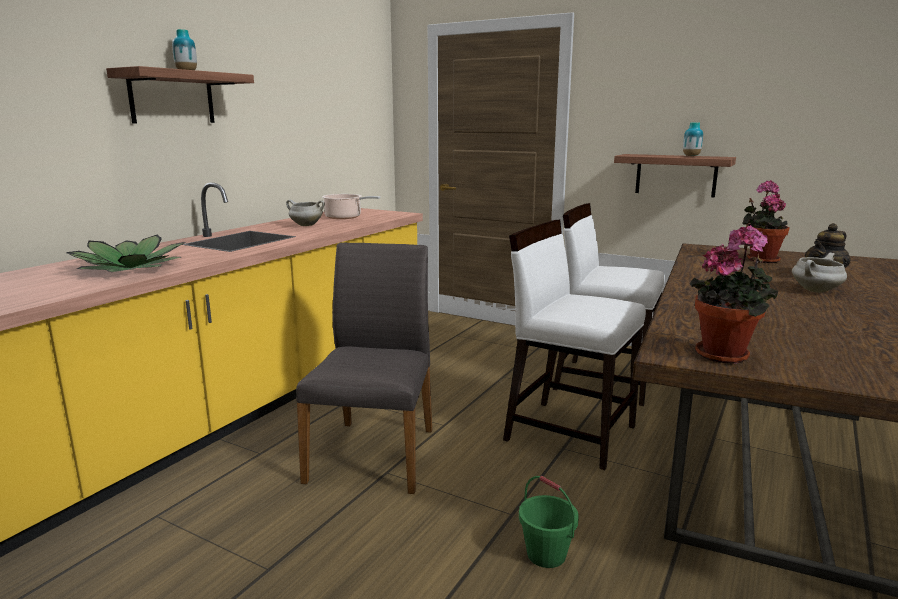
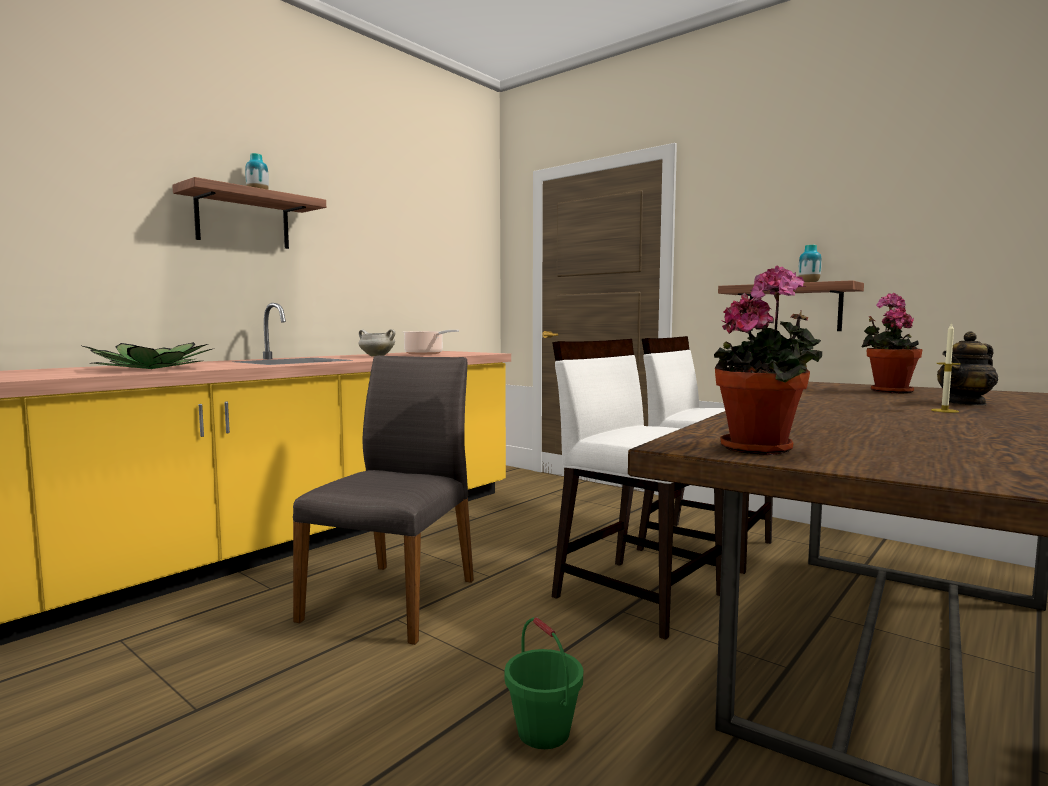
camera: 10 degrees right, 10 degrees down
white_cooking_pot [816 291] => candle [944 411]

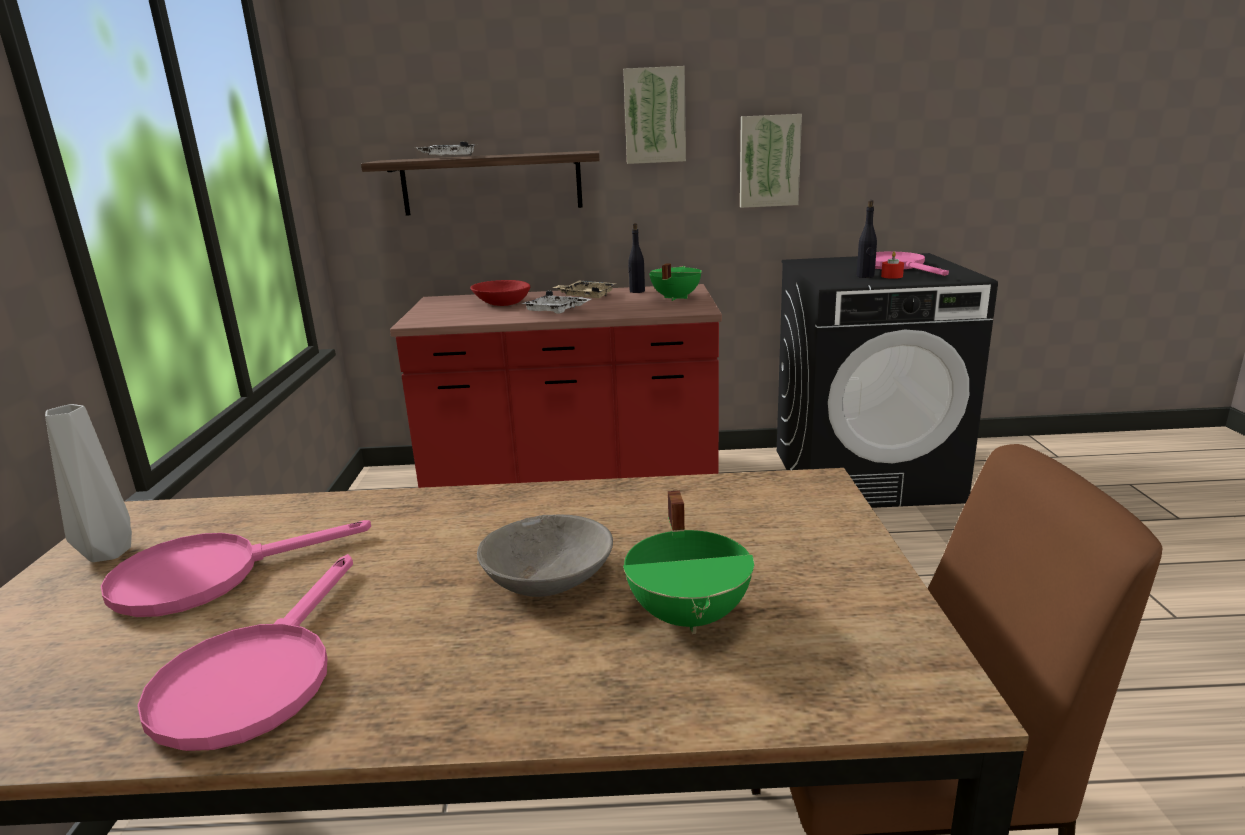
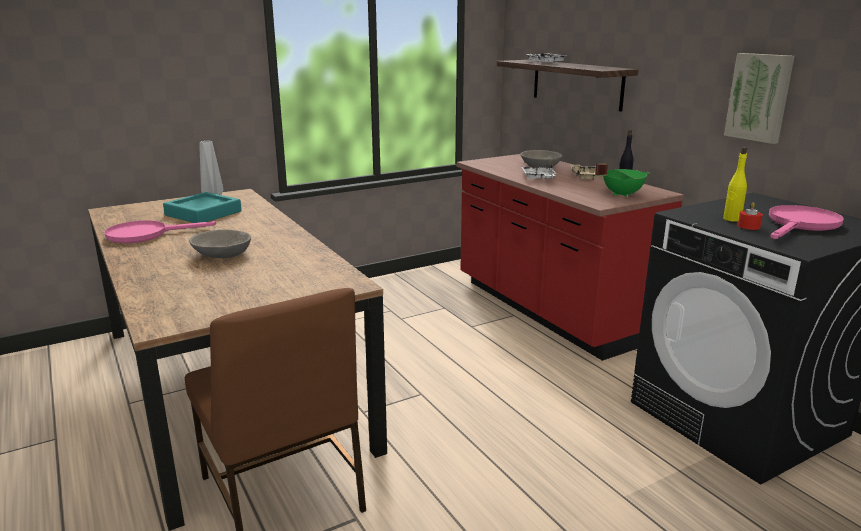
camera: 60 degrees right, 0 degrees up
picture [654 115] => nothing
green_cooking_pot [691 615] => nothing
pink_frying_pan [208 575] => turquoise_tray [203 213]
red_bowl [502 303] => grey_bowl [540 166]
black_bottle [865 276] => yellow_bottle [731 219]

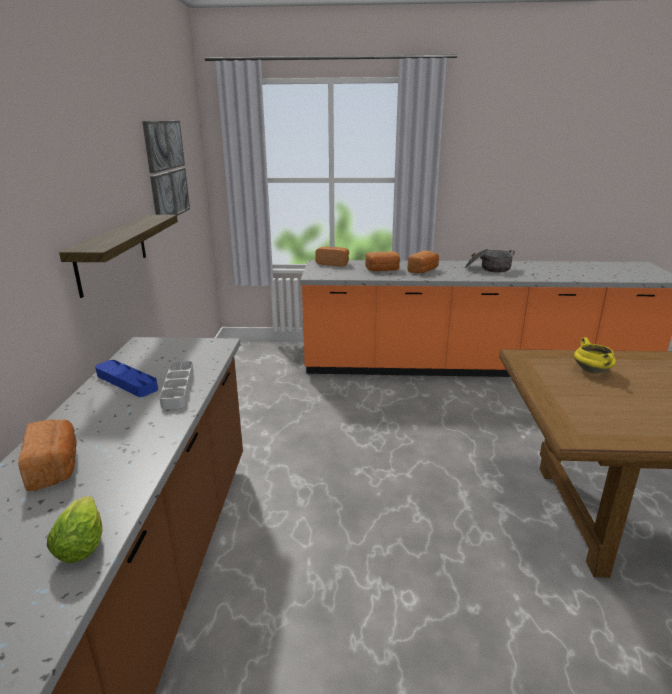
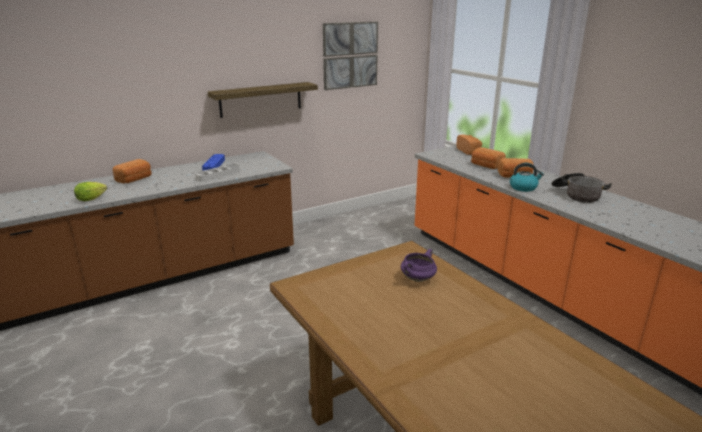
camera: 55 degrees right, 0 degrees up
nothing => kettle [523 187]
yellow_cooking_pot [592 371] => purple_cooking_pot [417 279]

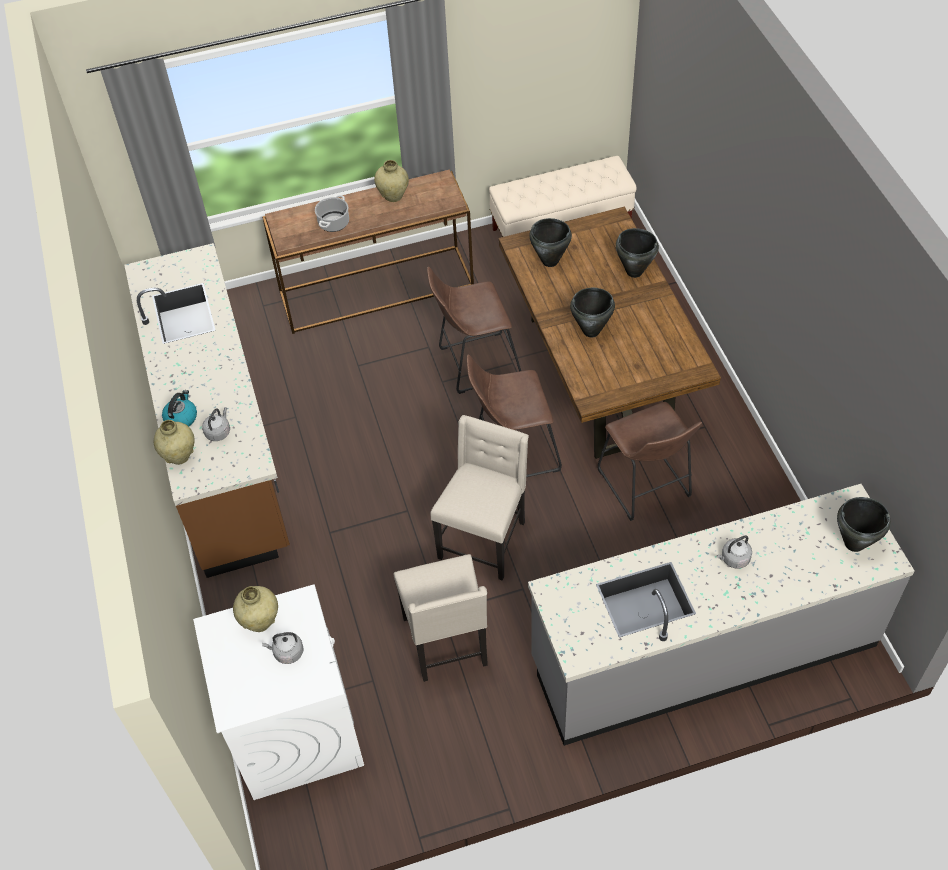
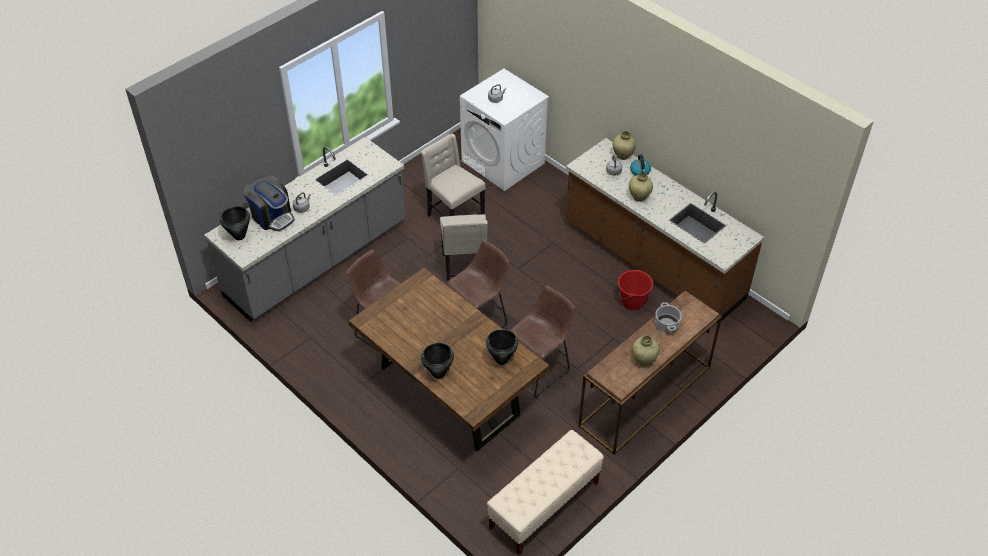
camera: 150 degrees right, 5 degrees down
black_cooking_pot [591 331] => nothing
nothing => coffee_machine [272 216]
nothing => red_bucket [632 302]
beige_vase [260 621] => beige_vase [639 197], move

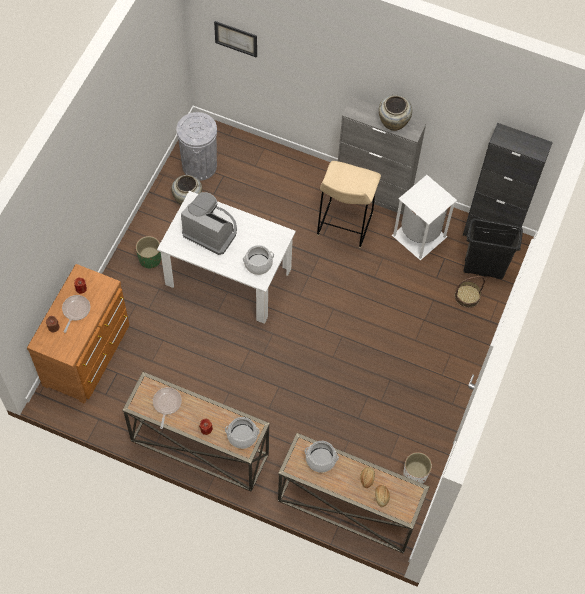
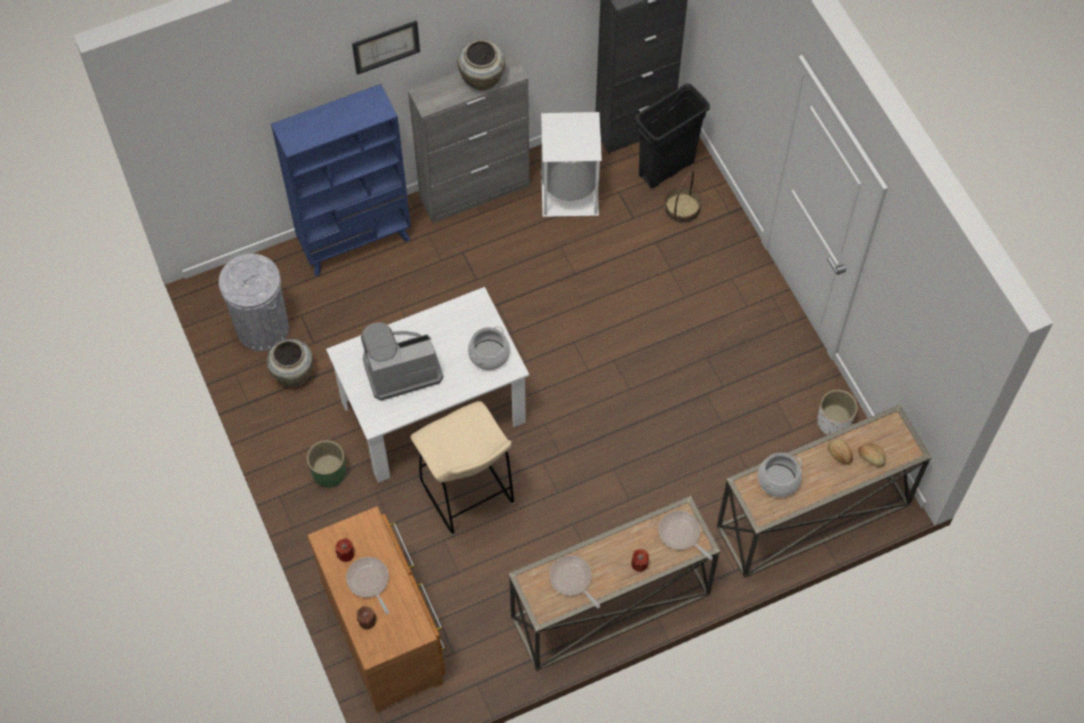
camera: 45 degrees left, 0 degrees up
nothing => blue_bookcase [356 242]
picture [236 38] => picture [386 46], move
beige_stool [344 226] => beige_stool [468 495], move
cooking_pot [242 436] => frying_pan [681 534]

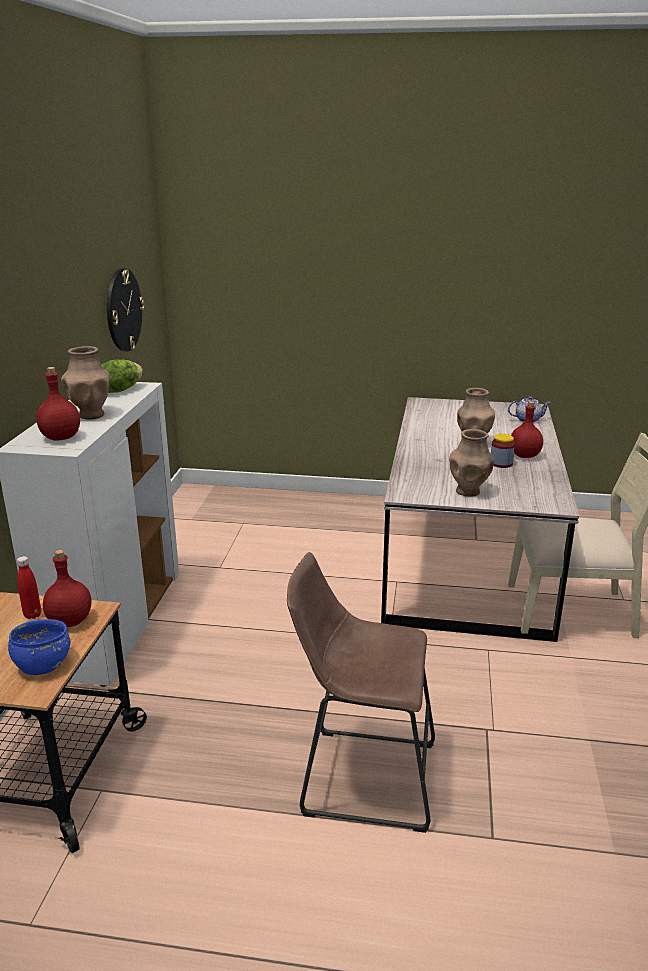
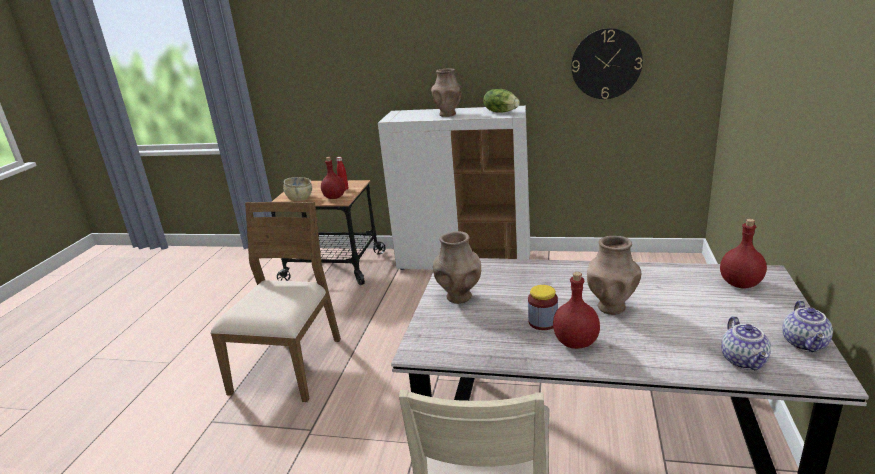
camera: 95 degrees right, 0 degrees up
nothing => teapot [805 344]
red_bottle [62 437] => red_bottle [740 284], move
brown_stool [360 776] => brown_chair [290 365]
blue_bowl [43 664] => beige_bowl [299 198]

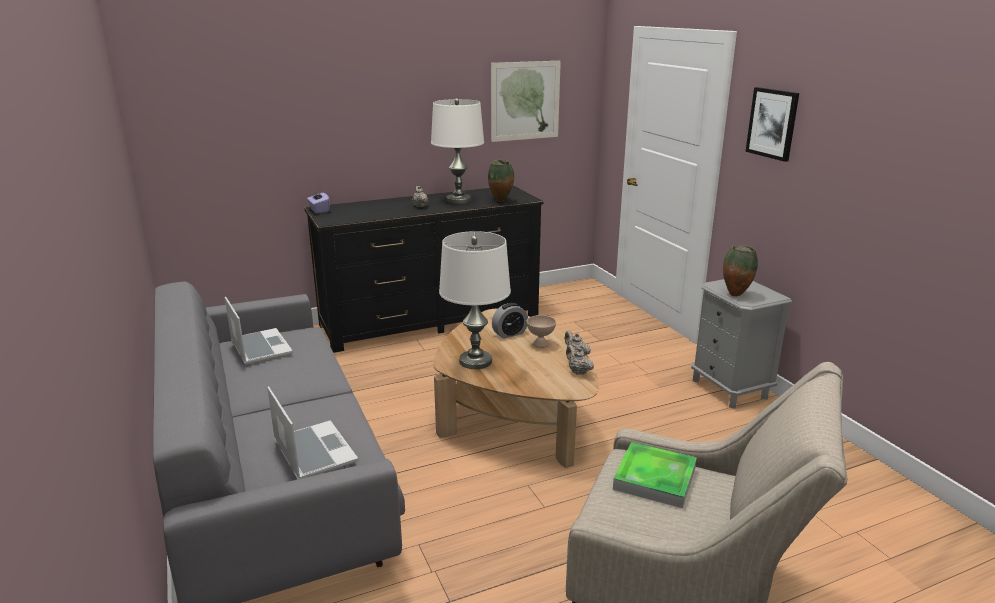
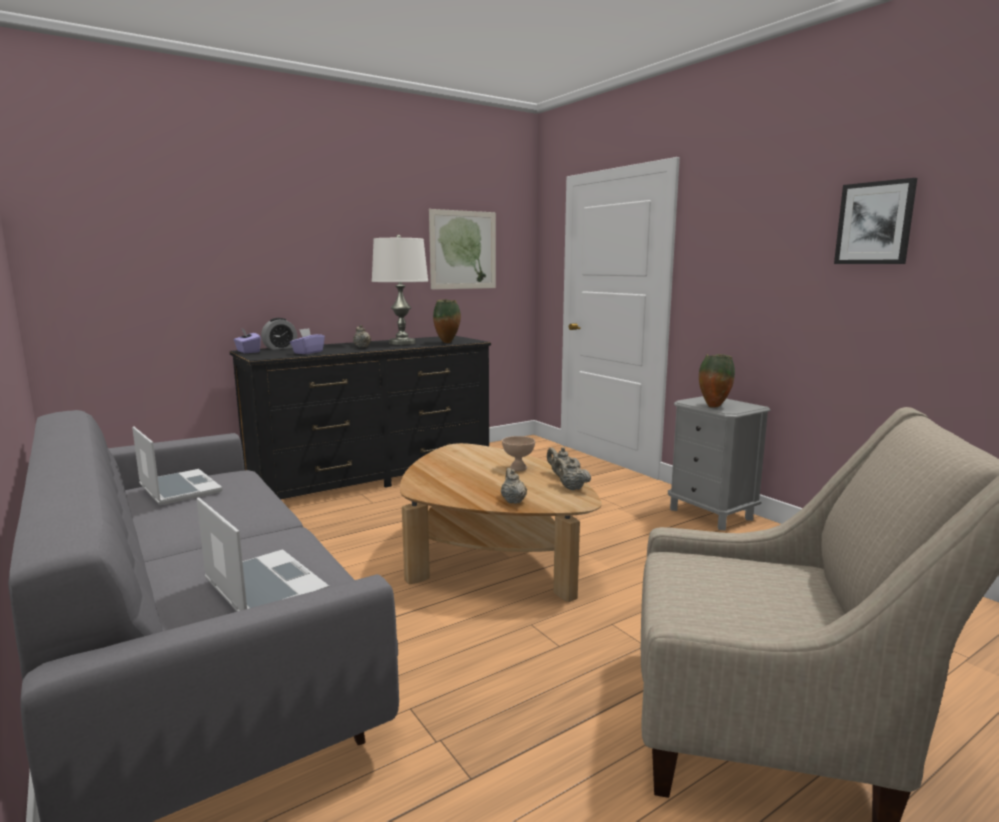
camera: 10 degrees left, 10 degrees down
white_table_lamp [475 361] => nothing
tray [654 478] => nothing
nothing => purple_tissue_box [308 352]
nothing => beige_teapot [513 501]
alarm_clock [509 334] => alarm_clock [280 348], move
picture [772 123] => picture [874 223], move

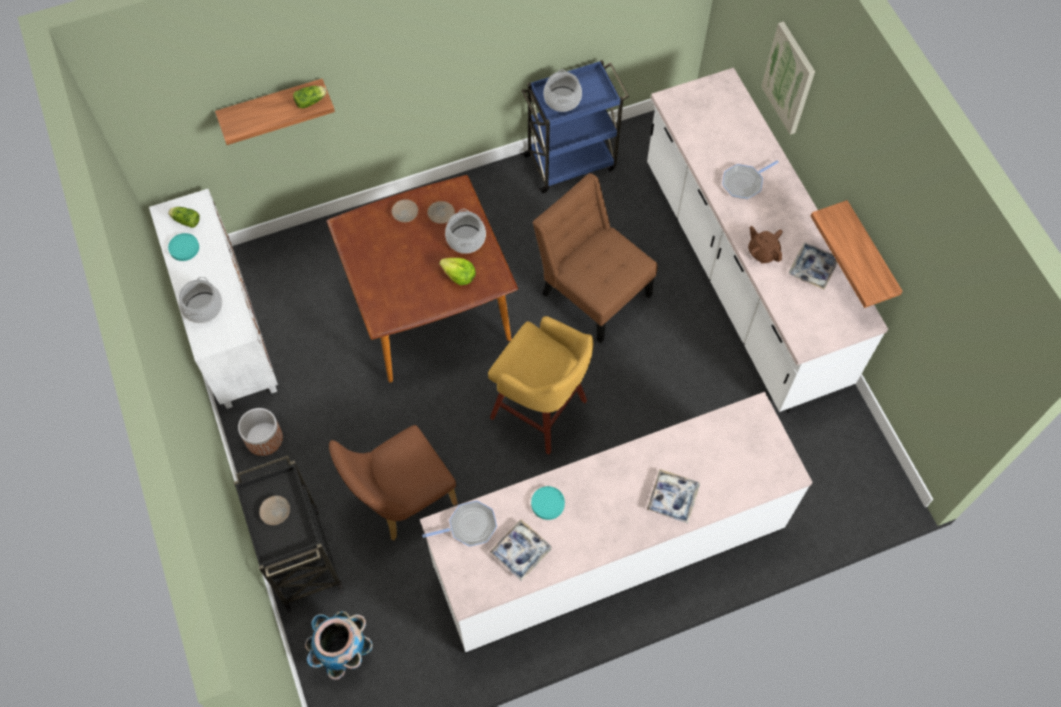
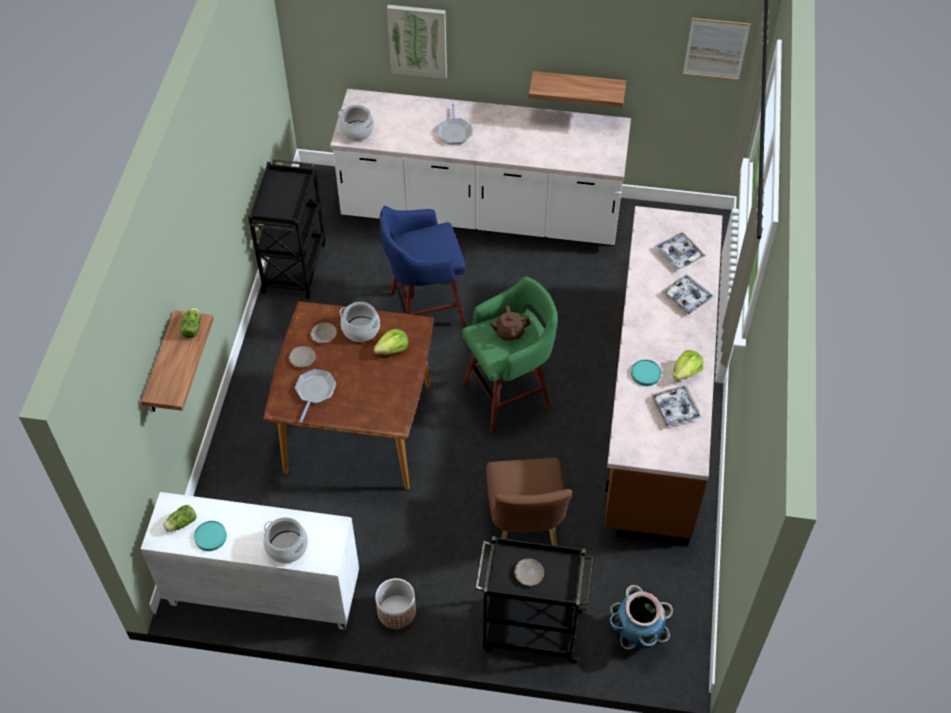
camera: 60 degrees left, 10 degrees down
nothing => lettuce [686 372]
nothing => picture [715 49]
frying_pan [469 526] => frying_pan [315 391], move
cooking_pot [562 99] => cooking_pot [357 131], move
brown_teapot [762 252] => brown_teapot [509 332], move
tray [813 268] => tray [679 254], move
brown_chair [592 290] => blue_stool [424 310]
white_counter [608 548] => brown_counter [654 407]
yellow_stool [541 411] => green_stool [509 395]
blue_cart [571 162] => black_cart [294 266]

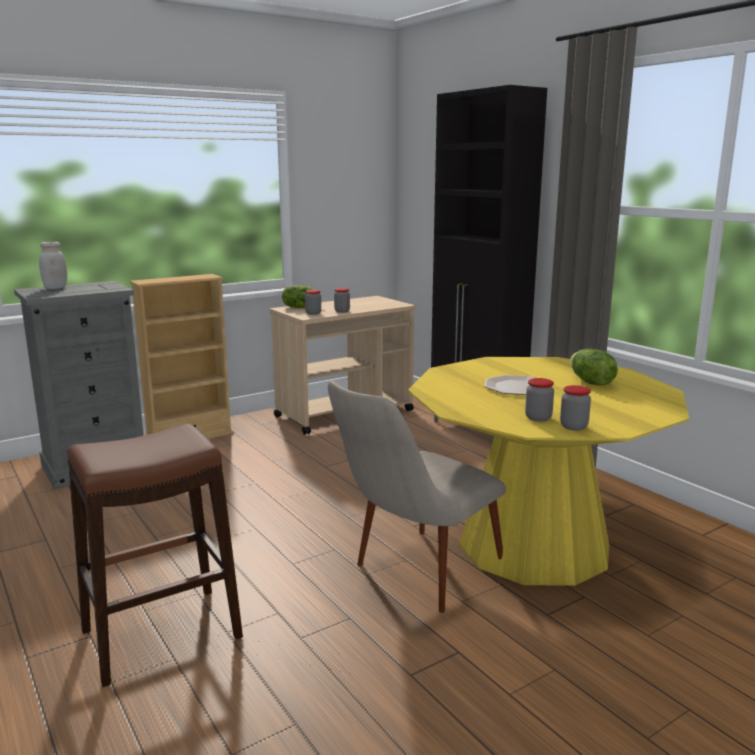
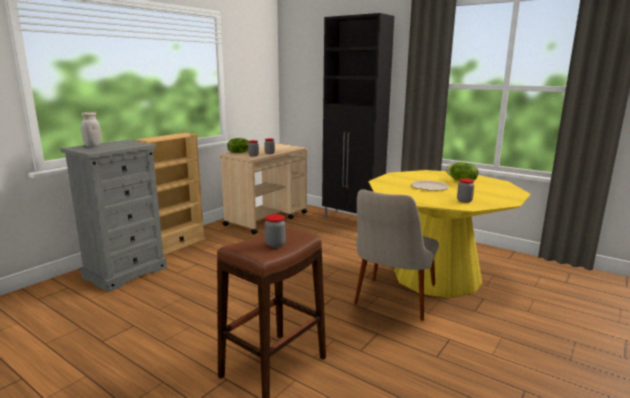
camera: 20 degrees left, 0 degrees up
jar [573 426] => jar [275 244], move

